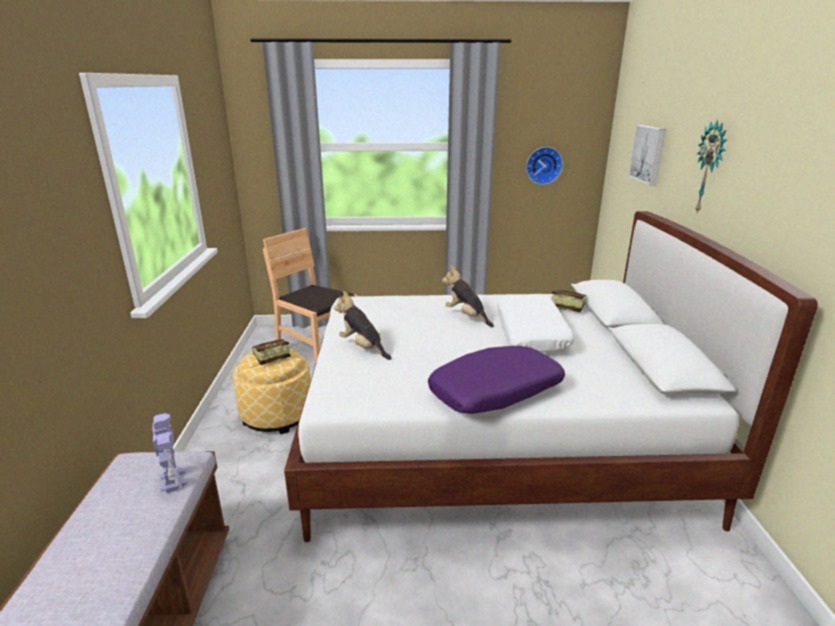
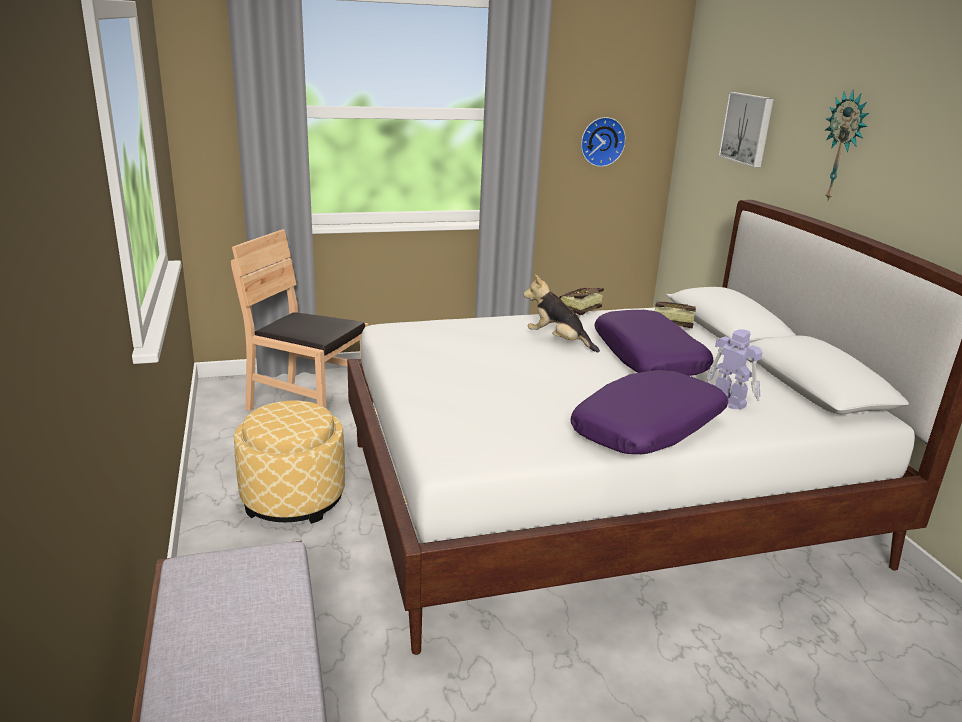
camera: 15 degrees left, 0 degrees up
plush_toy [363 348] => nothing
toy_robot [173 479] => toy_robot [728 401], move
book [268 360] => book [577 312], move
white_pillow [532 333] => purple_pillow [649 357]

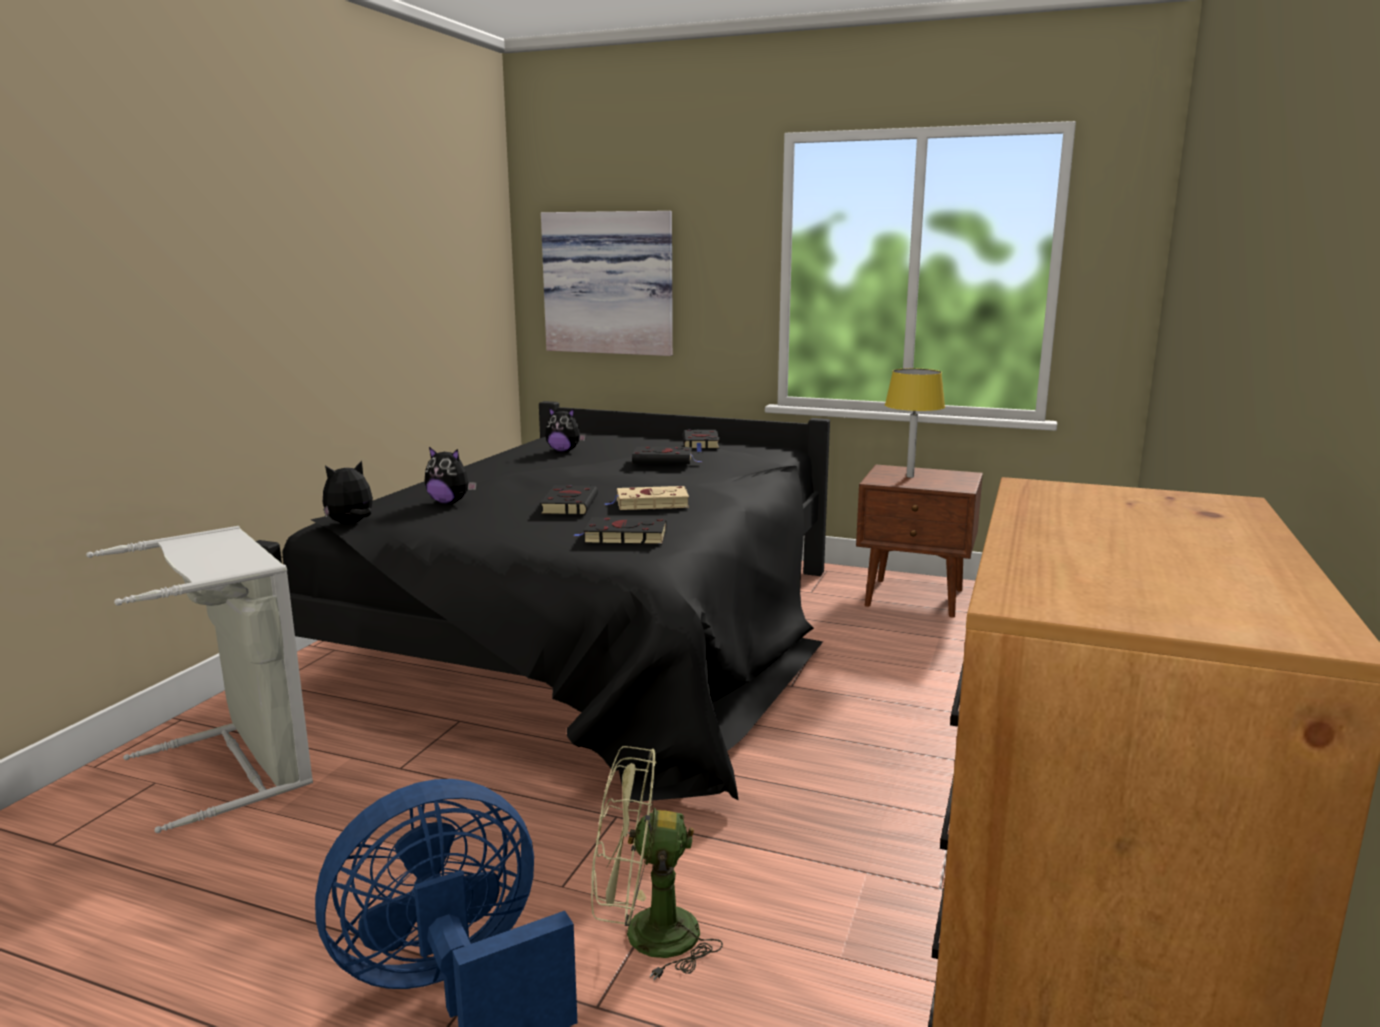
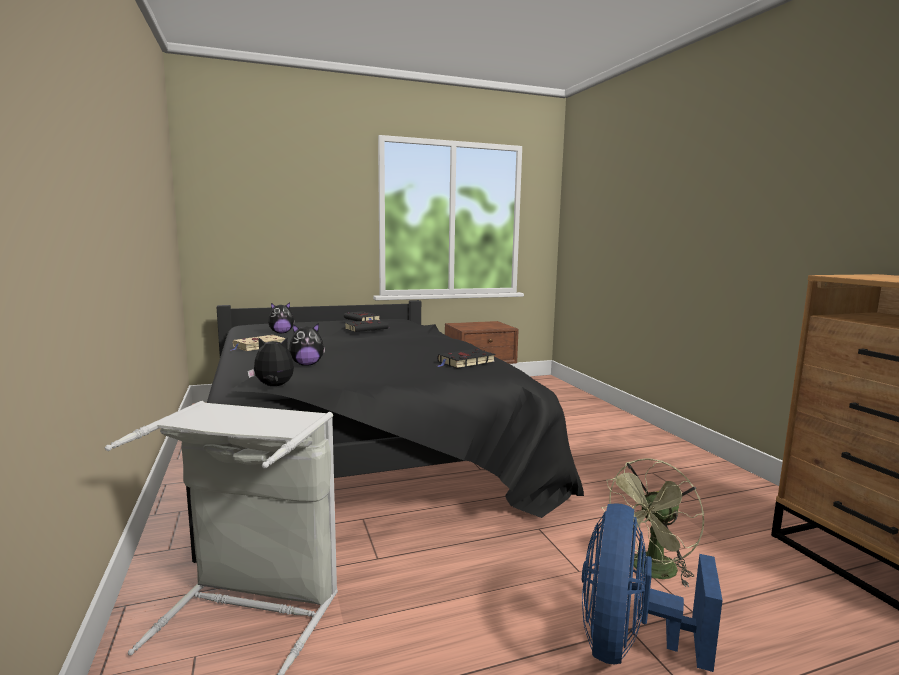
camera: 40 degrees left, 5 degrees down
black_book [569 505] => nothing
picture [610 283] => nothing
yellow_table_lamp [910 476] => nothing
beige_book [650 503] => beige_book [258 346], move
plush_toy [351 523] => plush_toy [274 386], 75 degrees clockwise

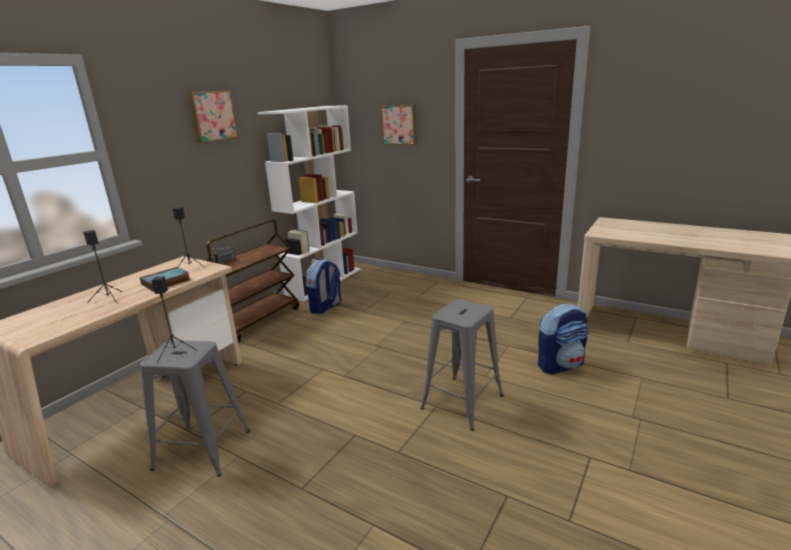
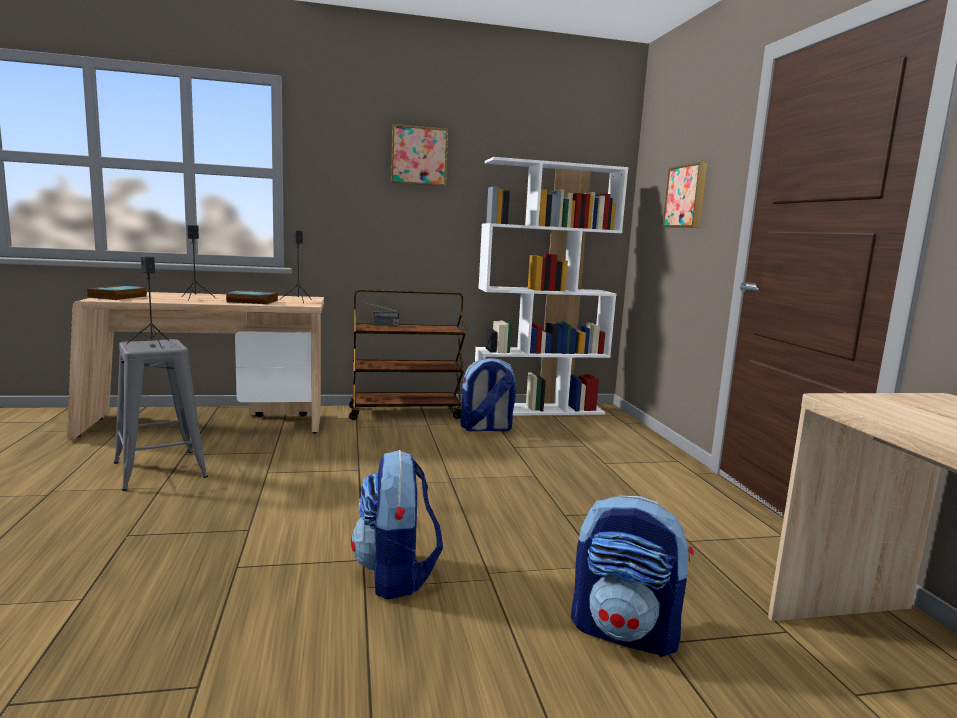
camera: 45 degrees right, 10 degrees down
nothing => book [117 297]
grey_stool [462 402] => backpack [396 575]

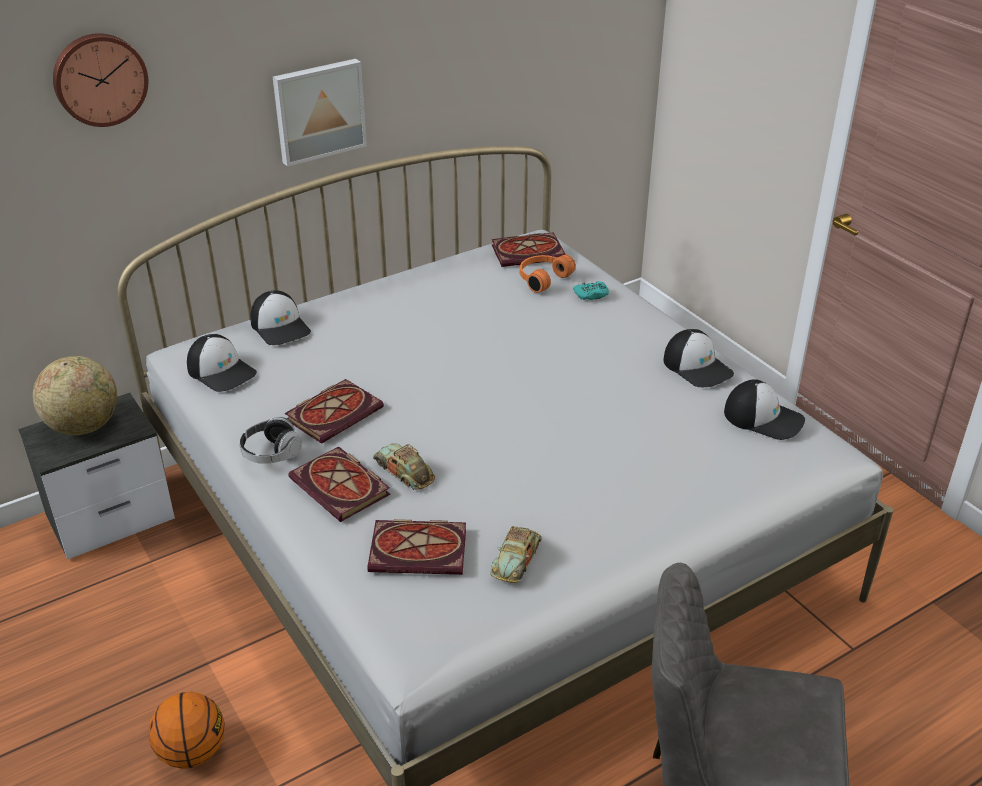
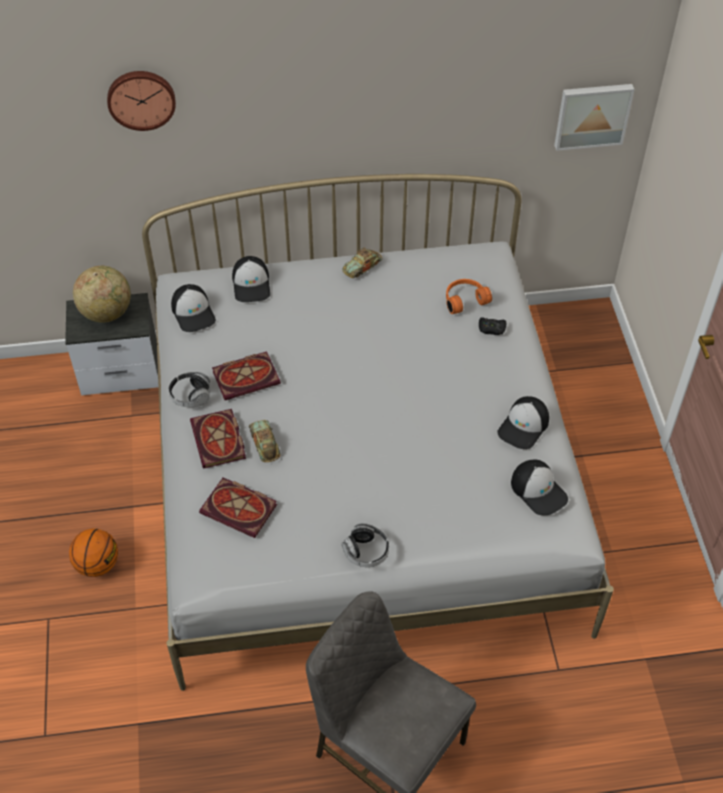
camera: 25 degrees right, 15 degrees up
book [529 252] => nothing
nothing => headphones [366 552]
picture [318 110] => picture [592 115], move
toy_car [516 559] => toy_car [362 266], move
turquoise_game_controller [591 295] => black_game_controller [491 329]
cap [698 367] => cap [524 426], 45 degrees clockwise

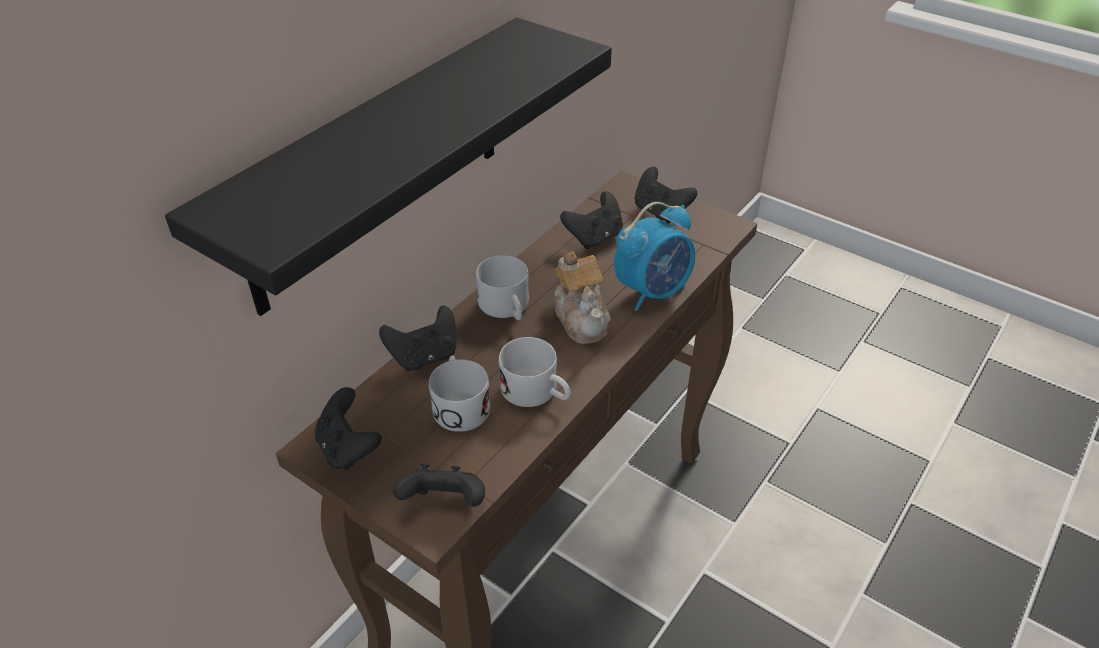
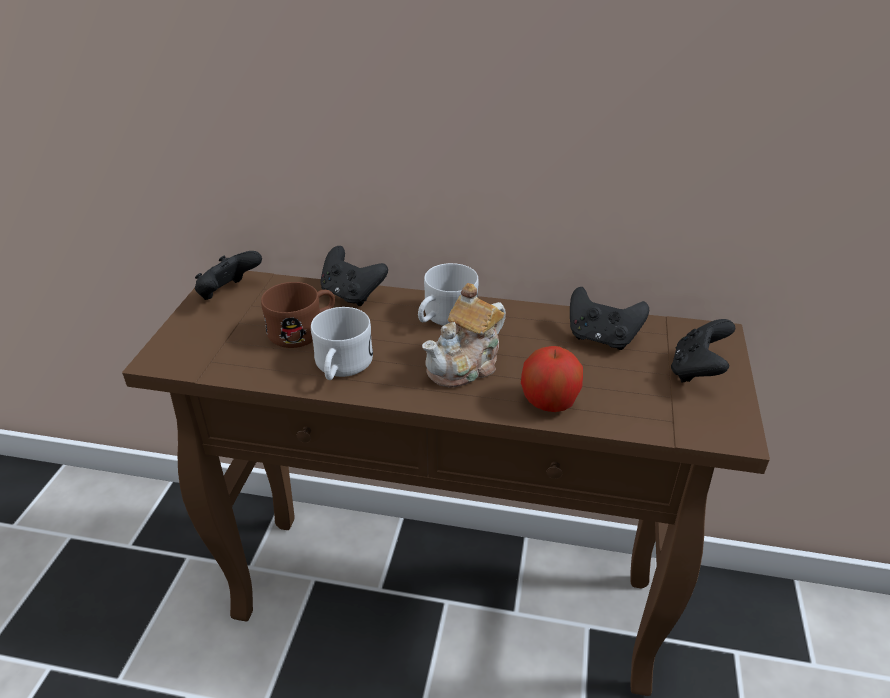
camera: 65 degrees right, 5 degrees down
black_shelf [378 165] => nothing
black_game_controller [445 503] => nothing
alarm_clock [653 291] => apple [549 402]
white_mug [459 404] => brown_mug [304 330]

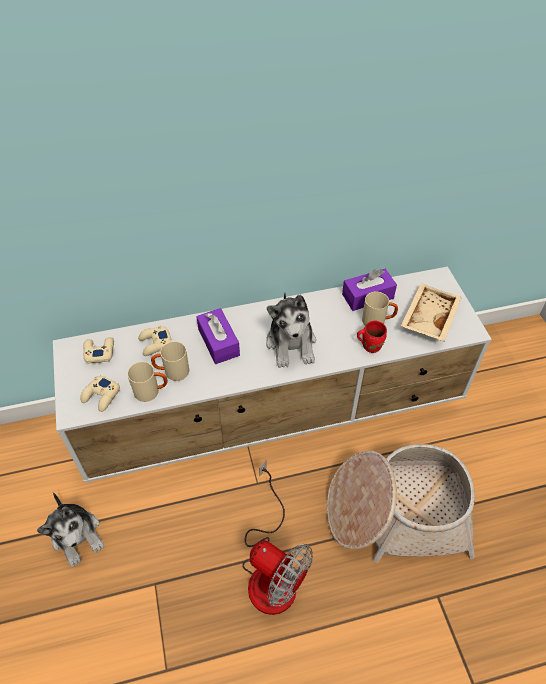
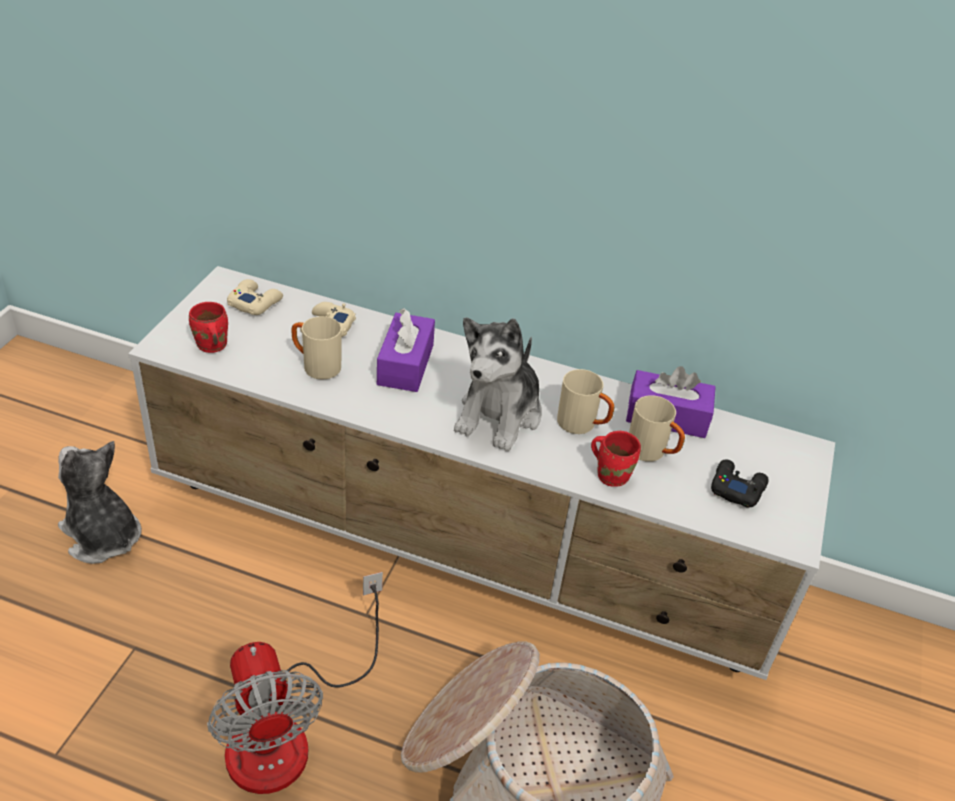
camera: 30 degrees right, 10 degrees down
beige_mug [151 391] => beige_mug [583 425], move
beige_game_controller [101 396] => red_mug [210 346]
beige_tray [428 318] => black_game_controller [736 488]
plush_toy [77 535] => plush_toy [102 536], 135 degrees clockwise

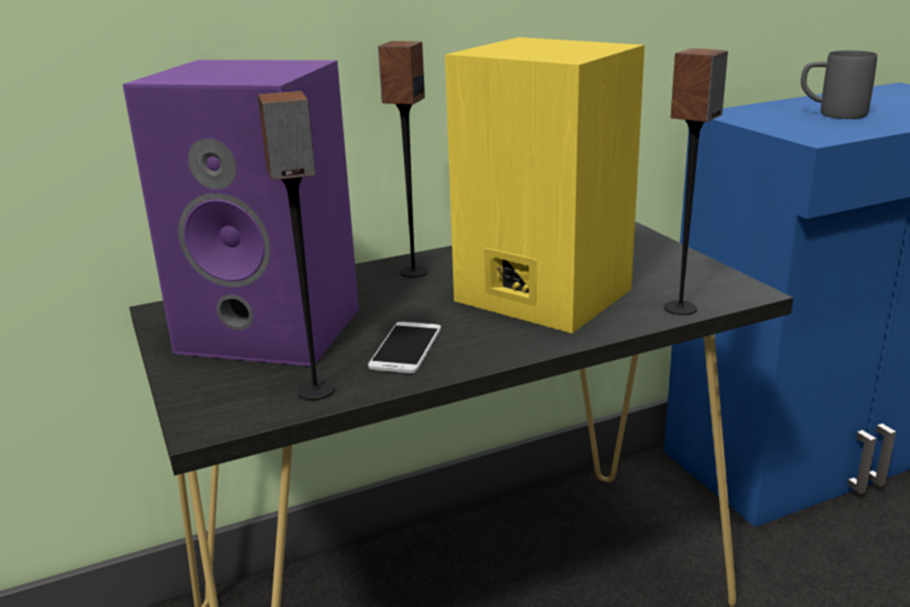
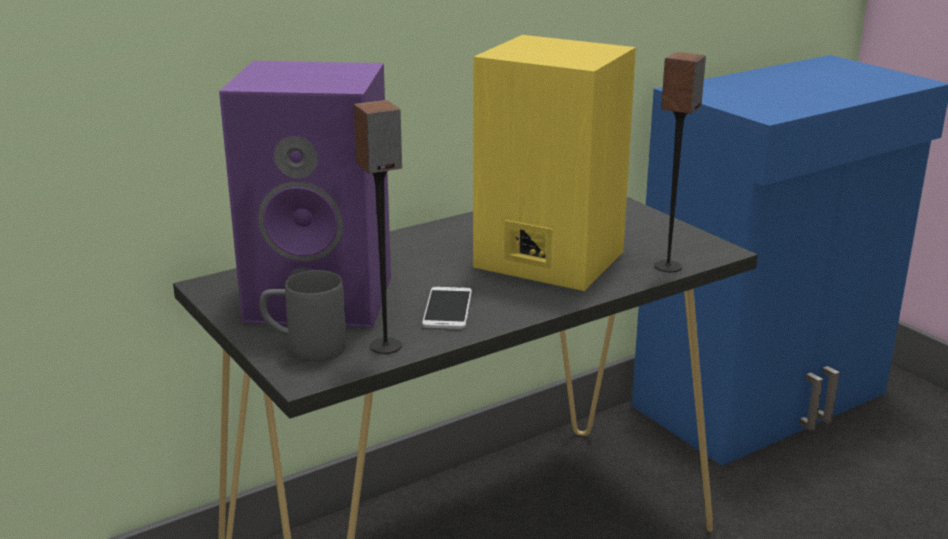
camera: 10 degrees left, 0 degrees up
speaker [413 272] => nothing
grey_mug [831 114] => grey_mug [304 348], move

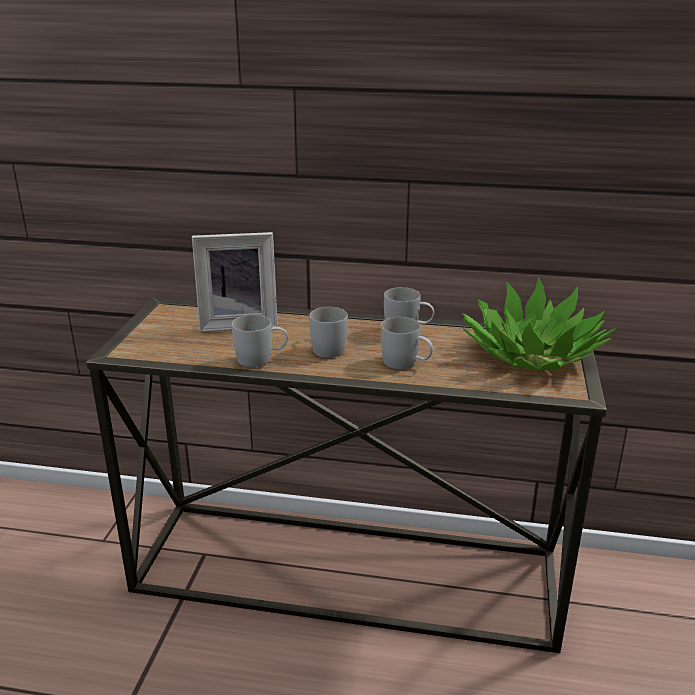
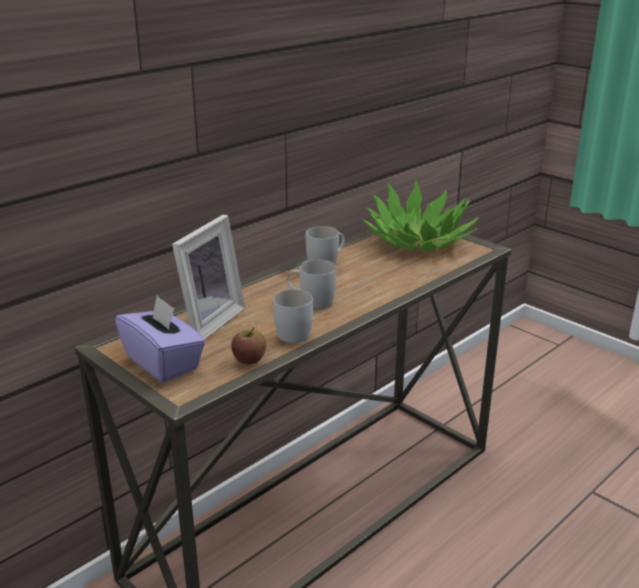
camera: 55 degrees left, 0 degrees up
white_mug [406 364] => nothing
nothing => purple_tissue_box [163 362]
nothing => apple [249 359]

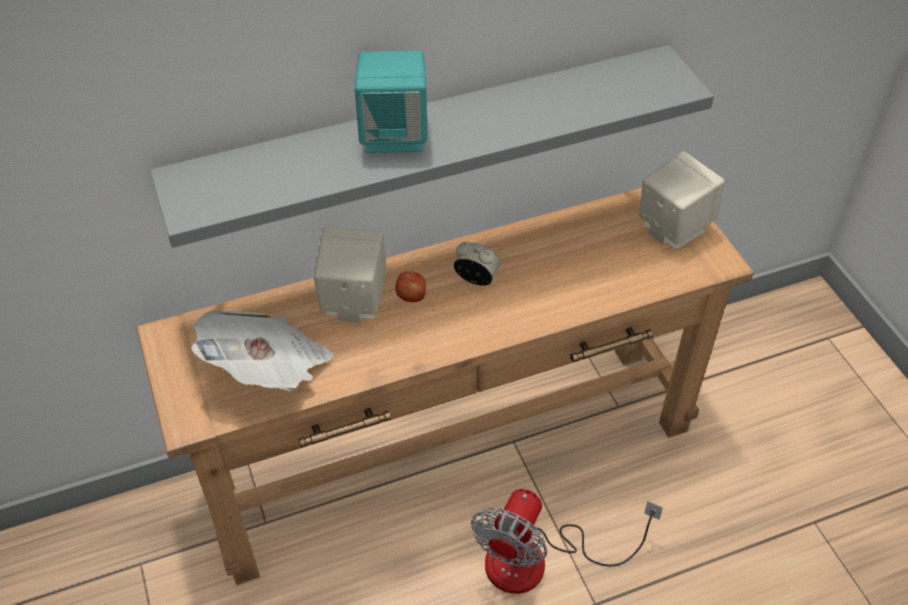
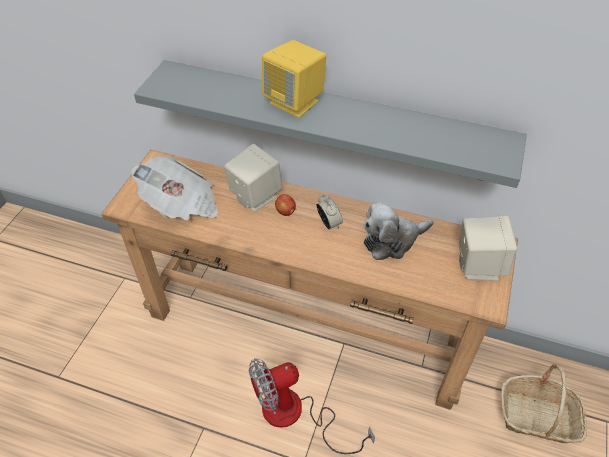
camera: 40 degrees right, 0 degrees up
nothing => plush_toy [392 241]
nothing => basket [538 417]
turquoise_speaker [394 135] => yellow_speaker [295 102]

